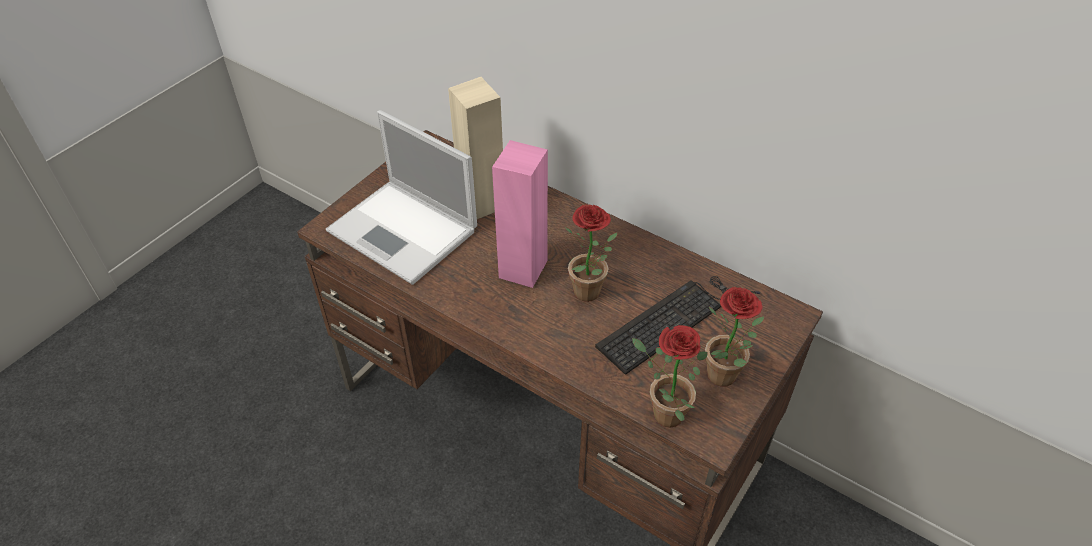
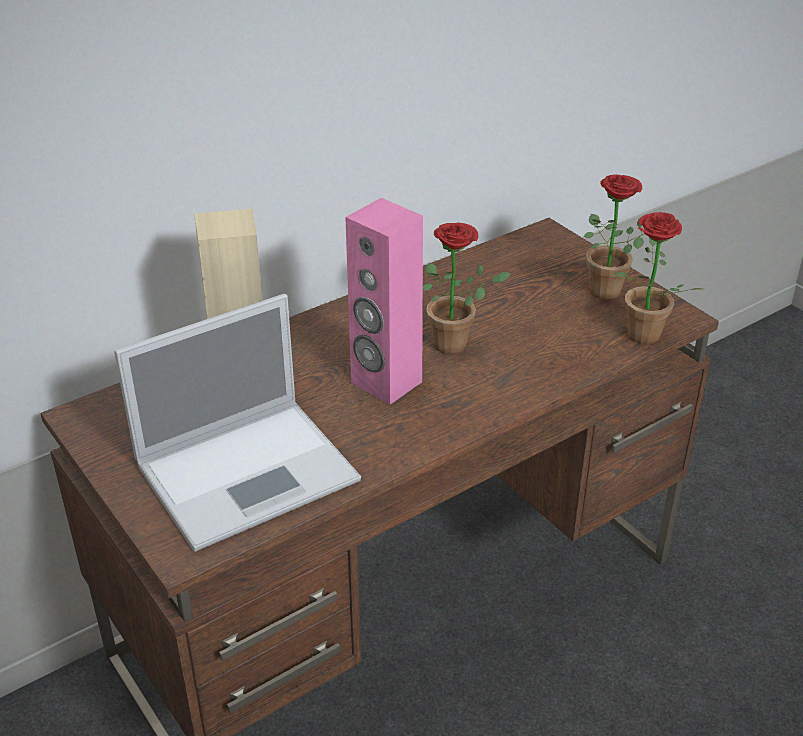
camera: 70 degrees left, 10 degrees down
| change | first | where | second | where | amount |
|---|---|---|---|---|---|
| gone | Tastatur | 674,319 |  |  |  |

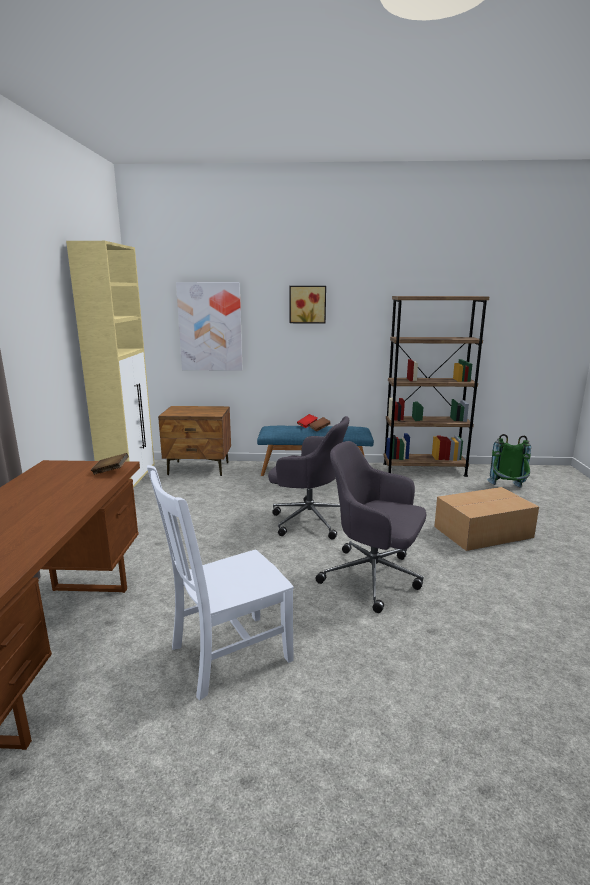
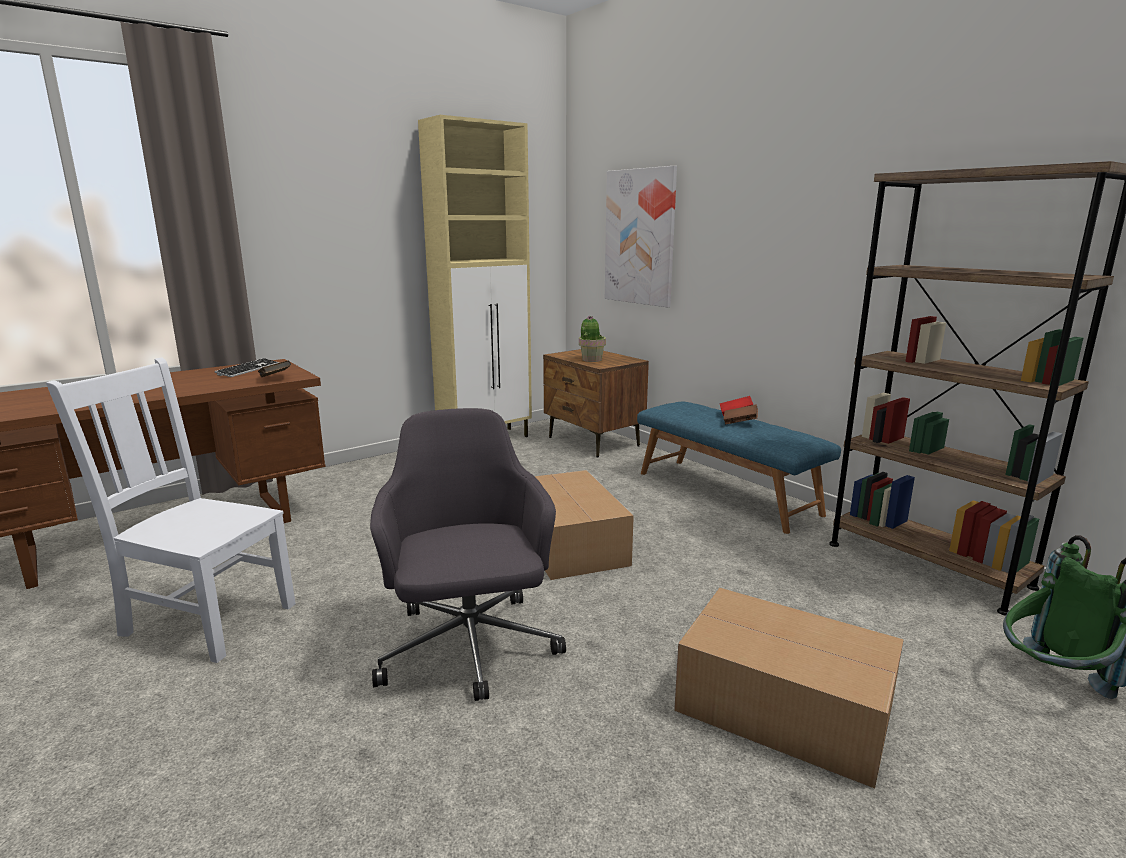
camera: 50 degrees right, 0 degrees up
| change | first | where | second | where | amount |
|---|---|---|---|---|---|
| gone | Bild | 307,304 |  |  |  |
| swapped | Bürostuhl [grau] | 308,519 | Karton | 569,544 |  |
| new |  |  | Topfpflanze | 591,360 |  |
| new |  |  | Tastatur | 248,369 |  |

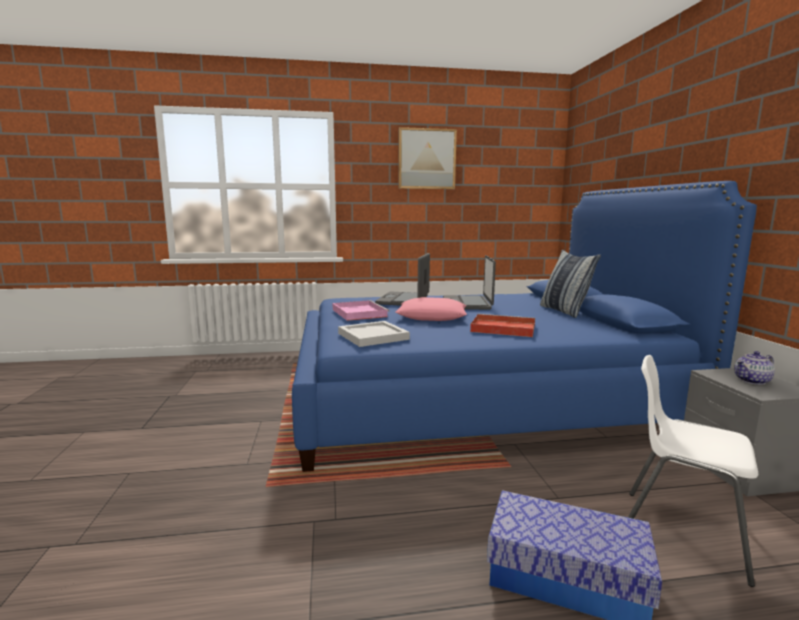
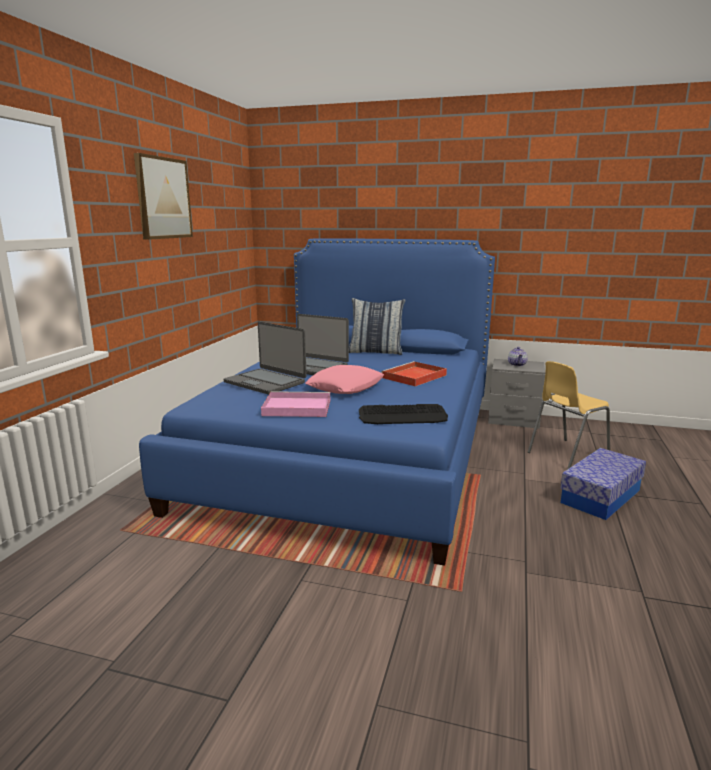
camera: 65 degrees left, 5 degrees up
| change | first | where | second | where | amount |
|---|---|---|---|---|---|
| swapped | Tablett [weiß] | 374,336 | Tastatur | 403,416 |  |
| repainted | Stuhl [weiß] | 681,532 | Stuhl [gelb] | 566,455 |  |

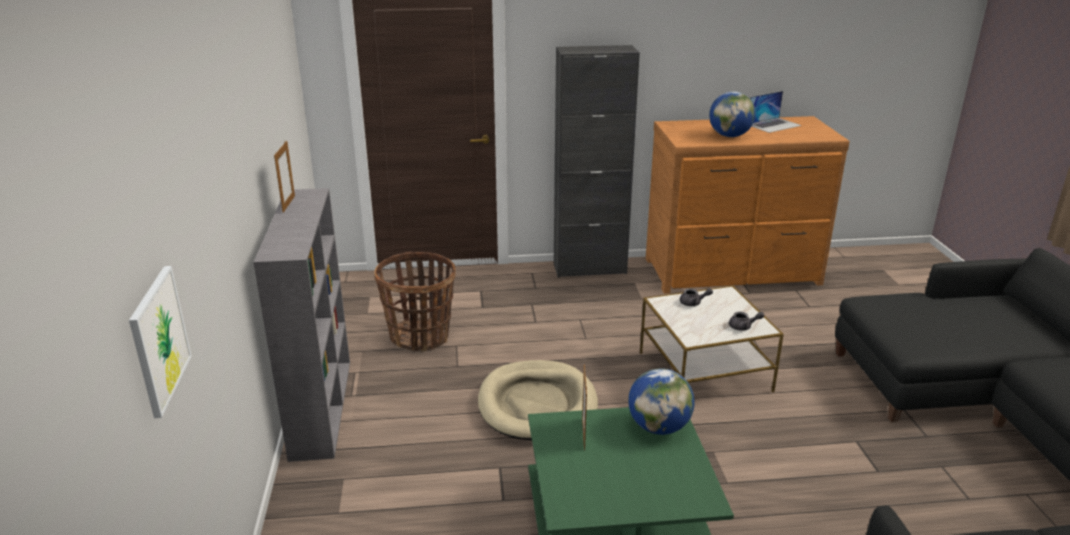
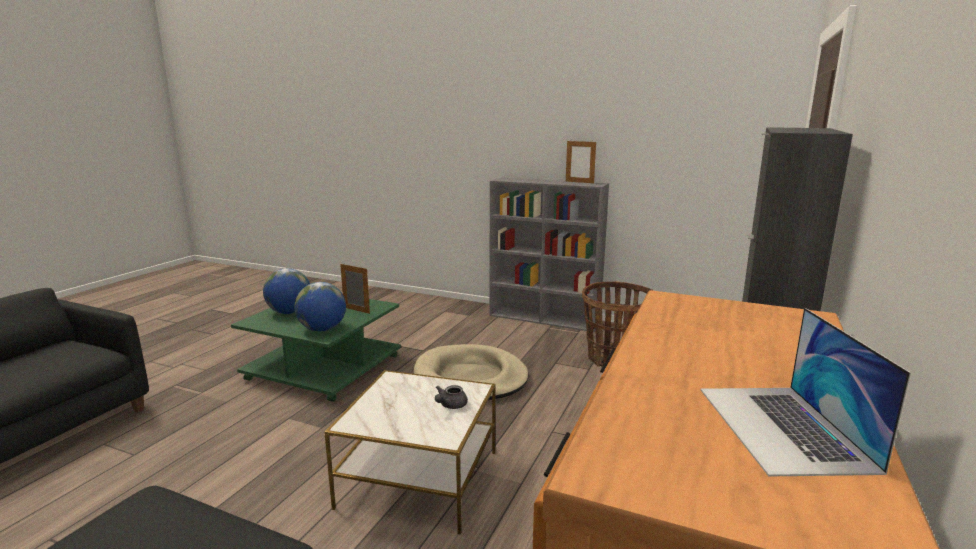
camera: 120 degrees right, 10 degrees down
| change | first | where | second | where | amount |
|---|---|---|---|---|---|
| shifted | Globus | 729,136 |  | 289,312 |  |
| gone | Bild | 159,340 |  |  |  |
| gone | Teekanne [grau] | 743,327 |  |  |  |

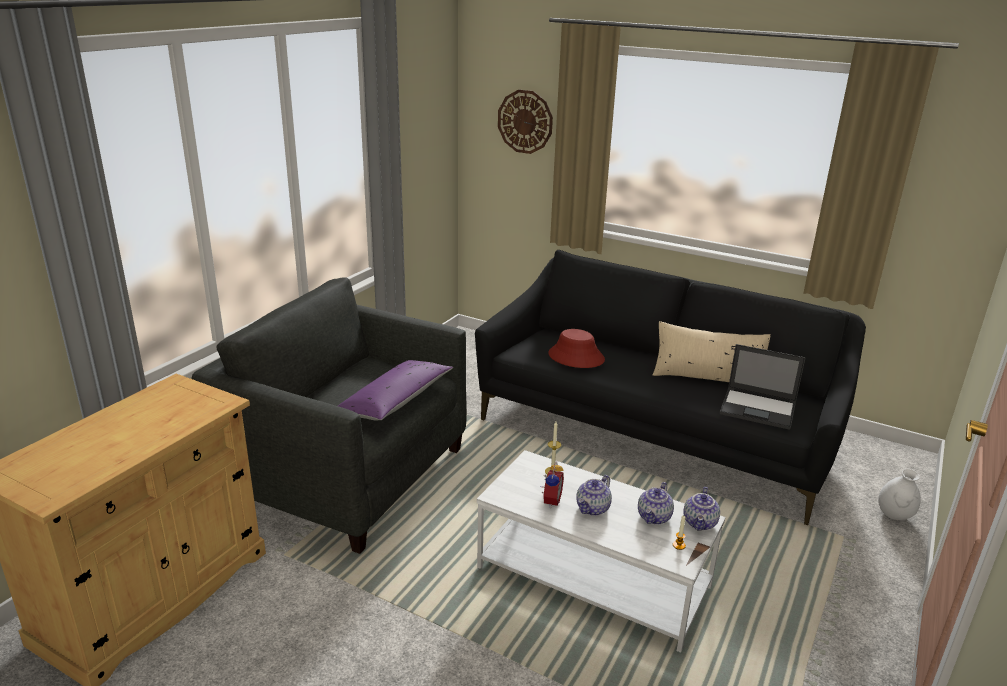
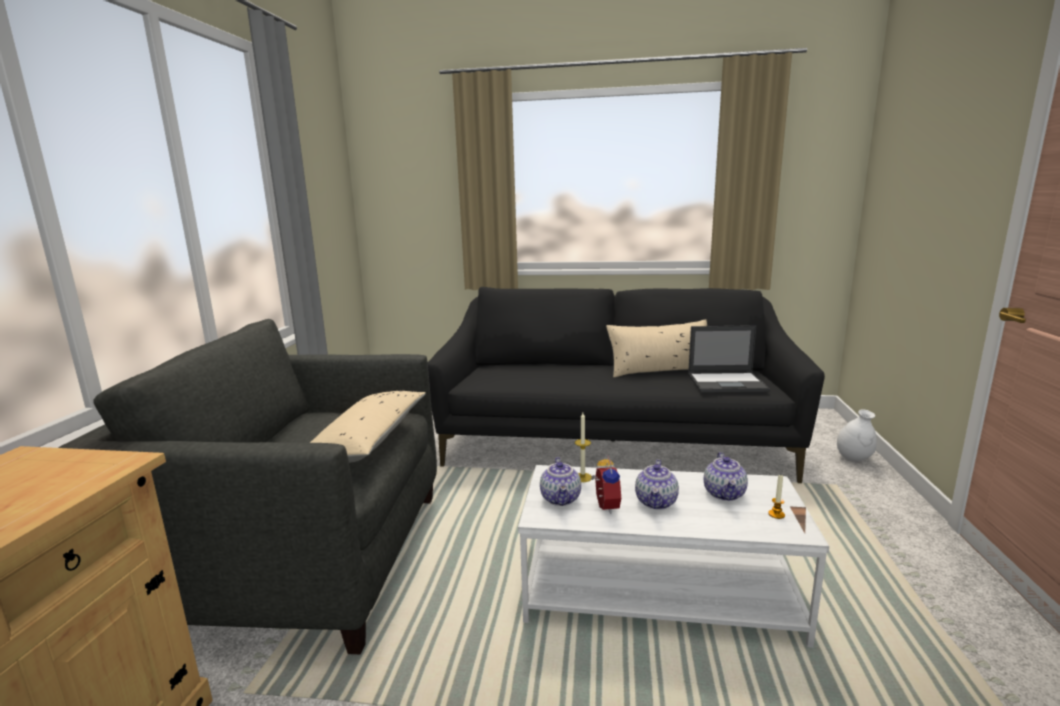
camera: 20 degrees left, 10 degrees down
| change | first | where | second | where | amount |
|---|---|---|---|---|---|
| gone | Wanduhr | 525,121 |  |  |  |
| gone | Hut [rot] | 576,357 |  |  |  |
| repainted | Kissen [lila] | 394,401 | Kissen [beige] | 366,442 |  |
| shifted | Teekanne | 700,523 |  | 561,499 |  |

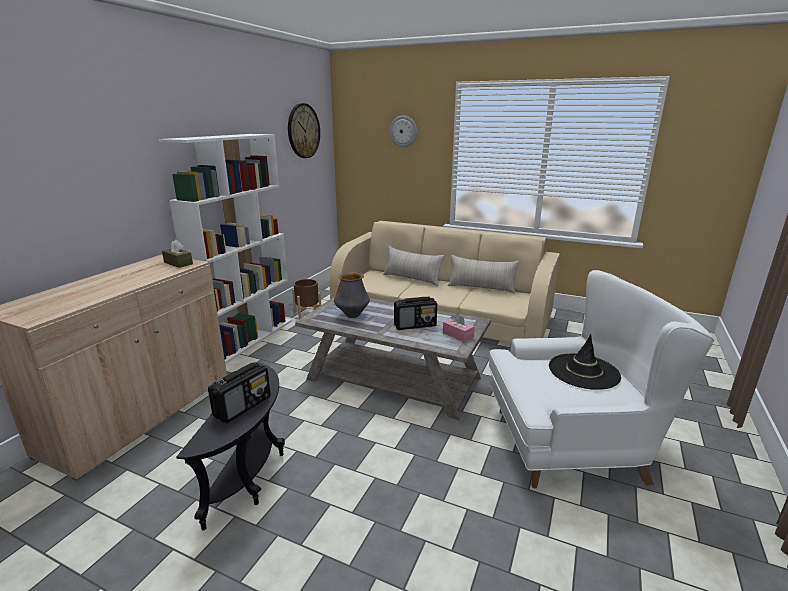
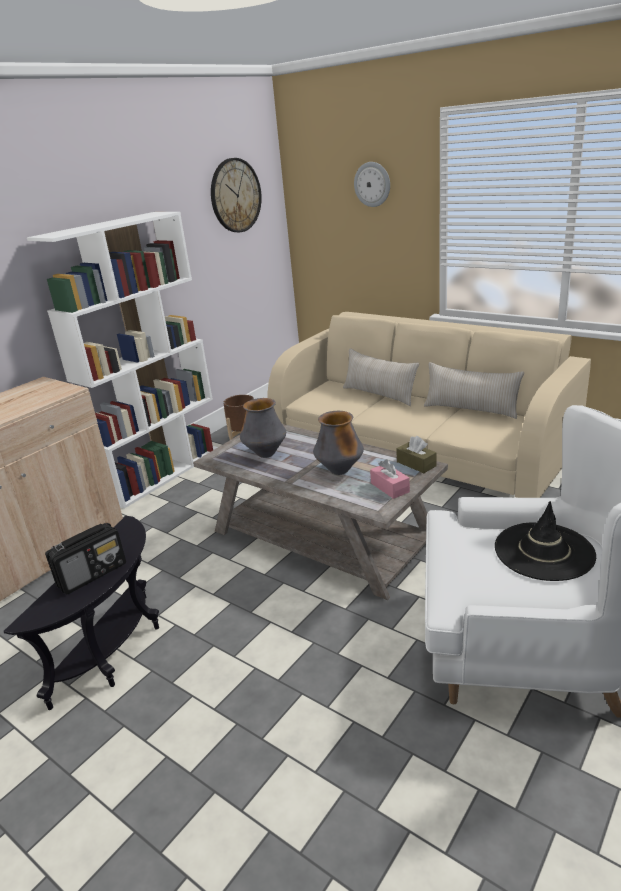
camera: 15 degrees right, 5 degrees up
| change | first | where | second | where | amount |
|---|---|---|---|---|---|
| shifted | Taschentuchbox [braun] | 178,263 |  | 416,464 |  |
| swapped | Radio | 415,325 | Vase | 340,471 |  |

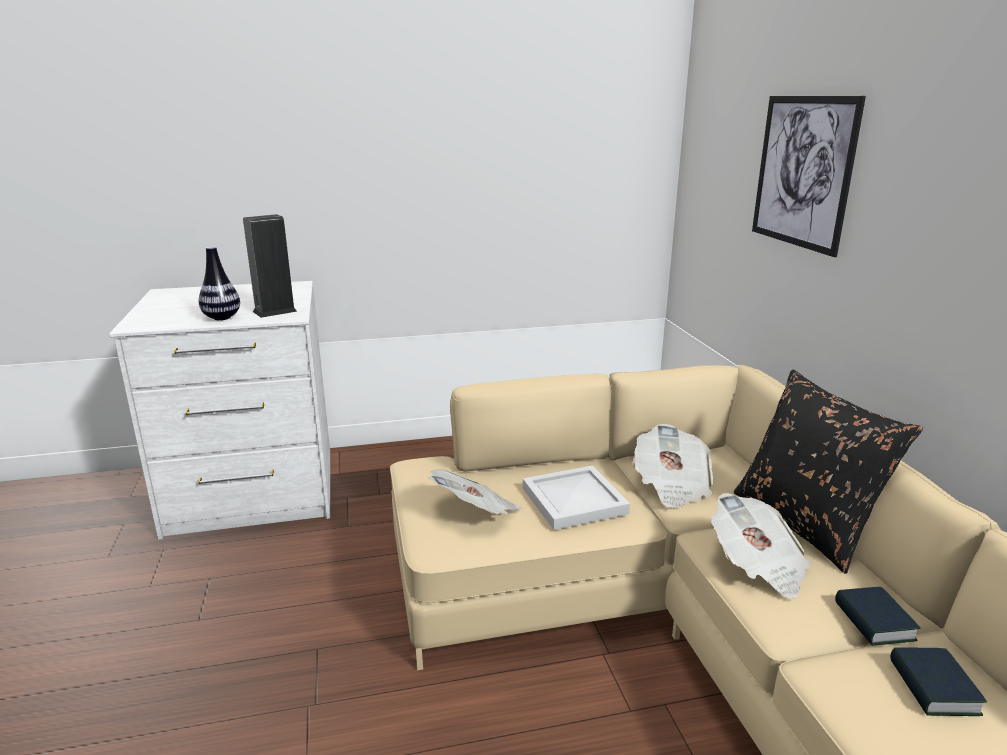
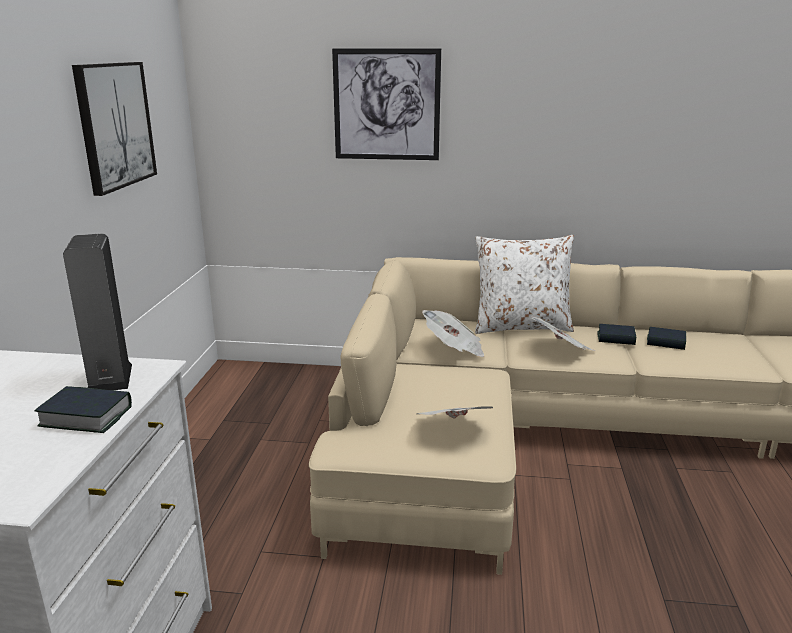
camera: 70 degrees left, 0 degrees up
| change | first | where | second | where | amount |
|---|---|---|---|---|---|
| swapped | Vase | 222,318 | Buch | 86,416 |  |
| repainted | Kissen [schwarz] | 805,524 | Kissen [weiß] | 521,326 |  |
| gone | Tablett [weiß] | 573,501 |  |  |  |
| new |  |  | Bild | 115,125 |  |

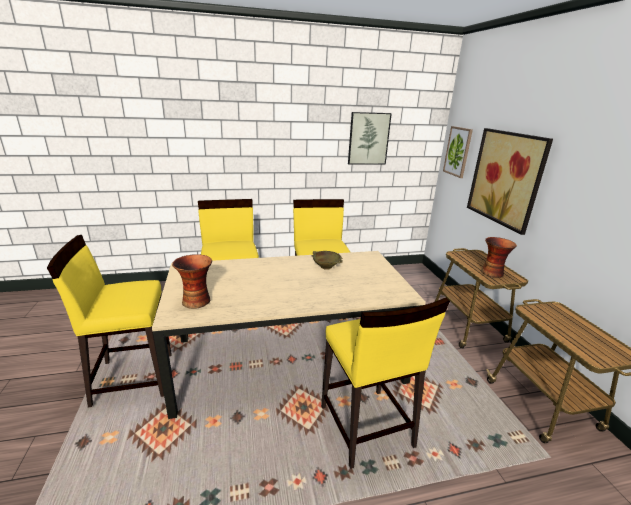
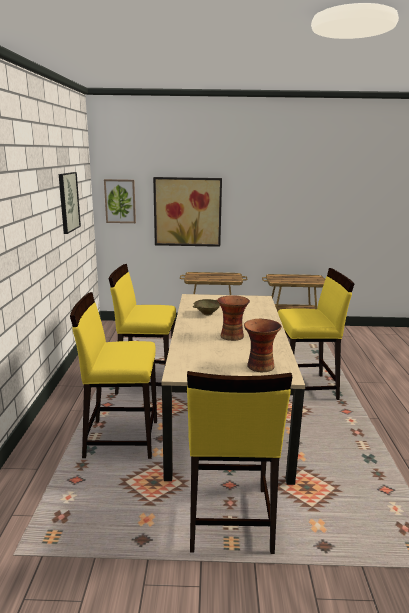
camera: 75 degrees left, 5 degrees down
| change | first | where | second | where | amount |
|---|---|---|---|---|---|
| shifted | Vase | 492,273 |  | 231,336 |  |

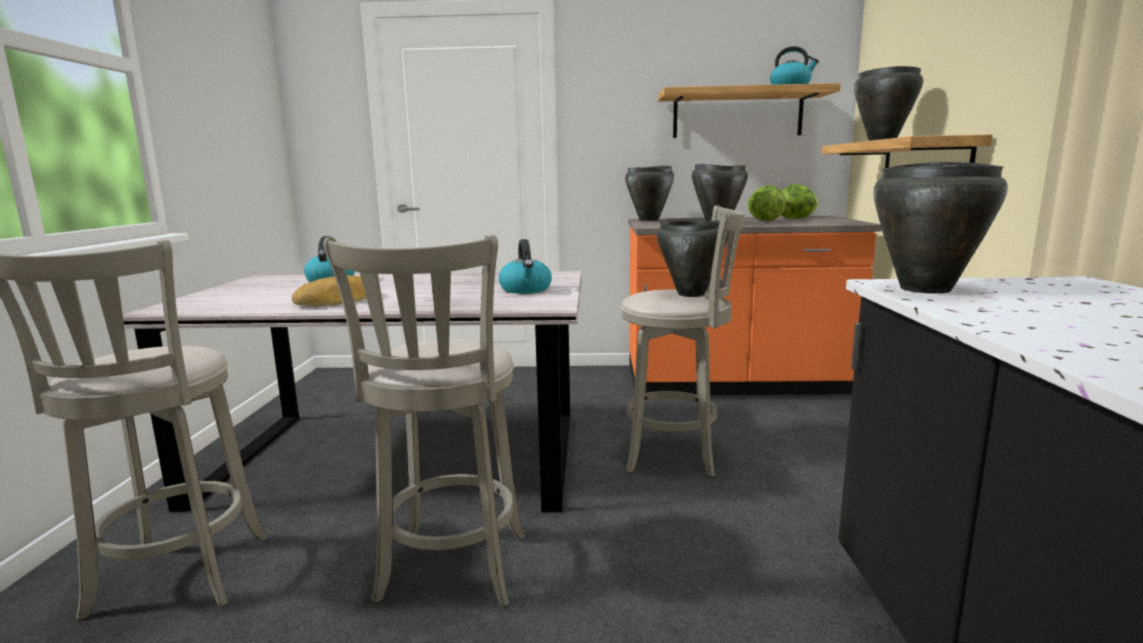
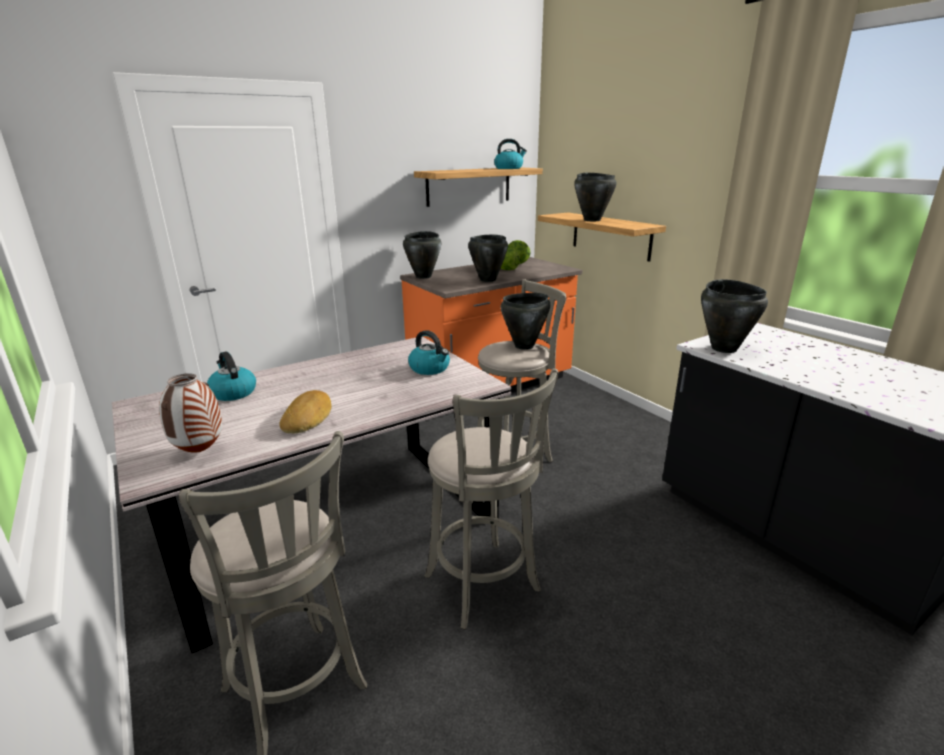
camera: 35 degrees left, 10 degrees up
| change | first | where | second | where | amount |
|---|---|---|---|---|---|
| new |  |  | Vase | 200,452 |  |

